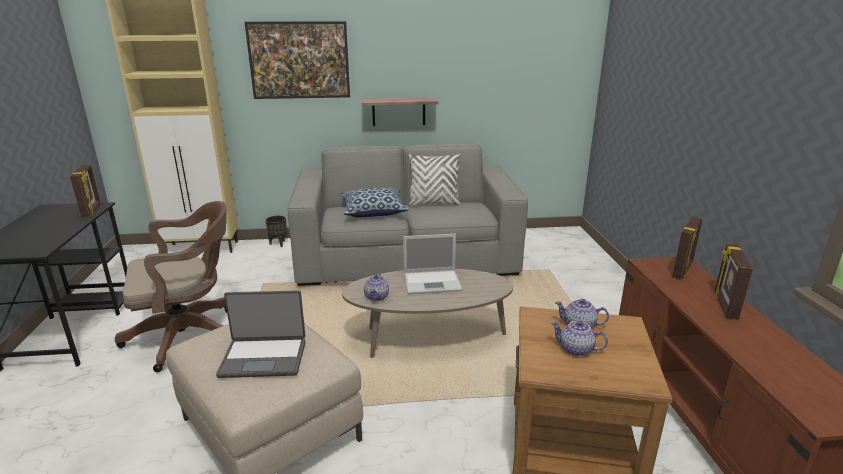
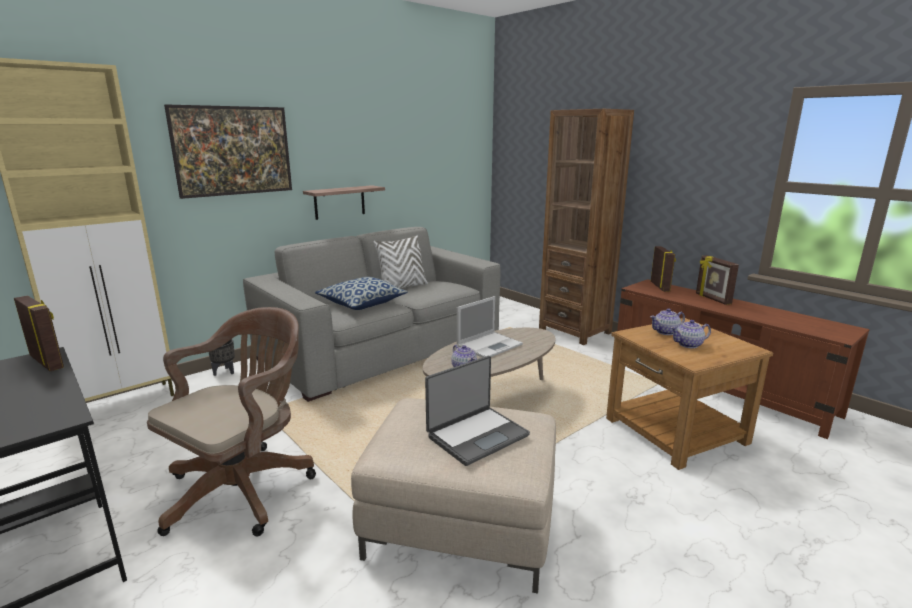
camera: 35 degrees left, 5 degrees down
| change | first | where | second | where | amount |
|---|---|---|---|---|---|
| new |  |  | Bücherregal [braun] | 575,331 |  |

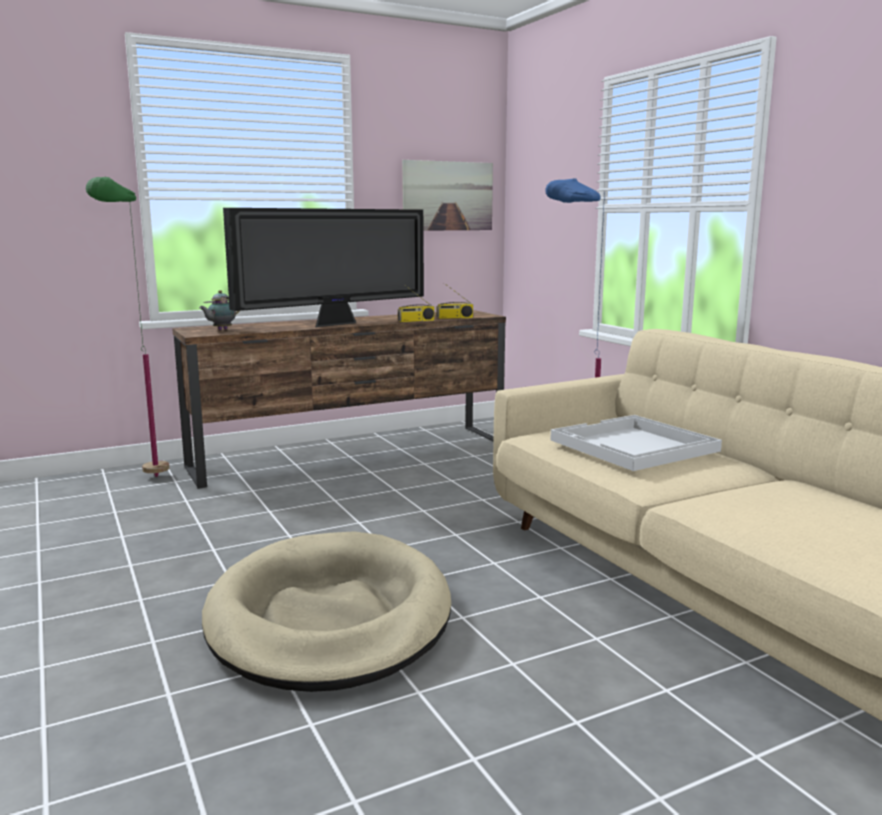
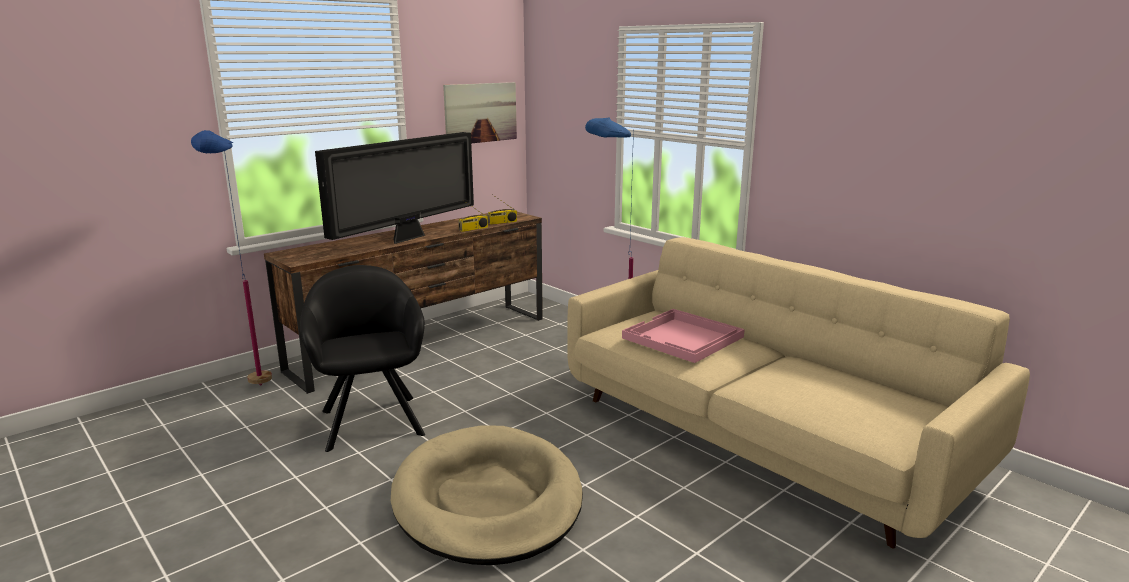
camera: 15 degrees left, 5 degrees up
| change | first | where | second | where | amount |
|---|---|---|---|---|---|
| repainted | Stehlampe [grün] | 144,484 | Stehlampe [blau] | 254,394 |  |
| gone | Teekanne | 221,329 |  |  |  |
| repainted | Tablett [weiß] | 633,446 | Tablett [rosa] | 683,338 |  |
| new |  |  | Sessel [schwarz] | 372,419 |  |

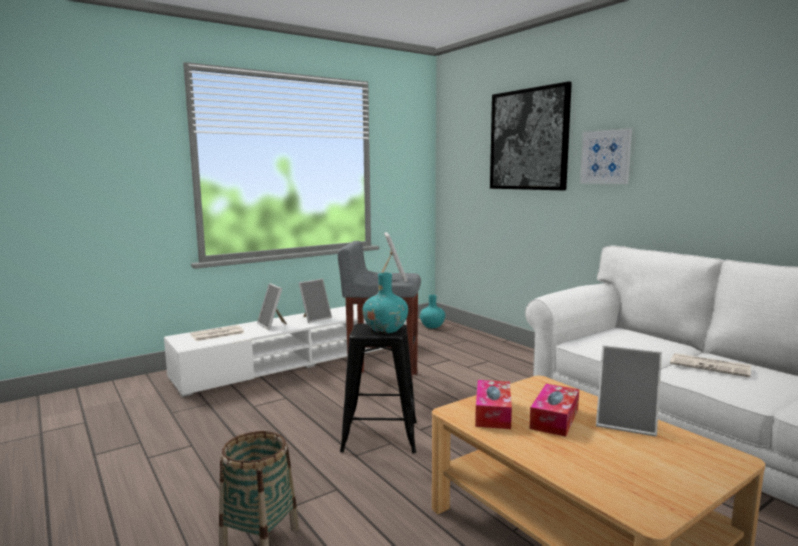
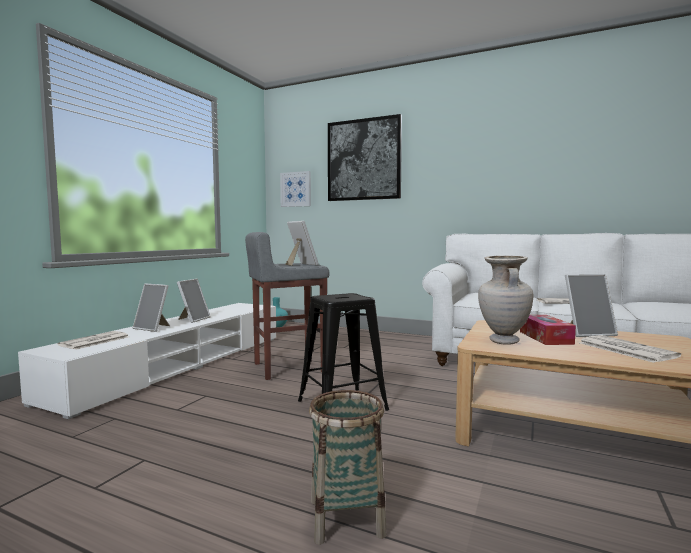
camera: 30 degrees left, 5 degrees down
| change | first | where | second | where | amount |
|---|---|---|---|---|---|
| shifted | Bild | 606,157 |  | 296,189 |  |
| gone | Vase [türkis] | 385,329 |  |  |  |
| swapped | Taschentuchbox | 493,413 | Vase [beige] | 503,341 |  |
| new |  |  | Zeitung | 624,349 |  |

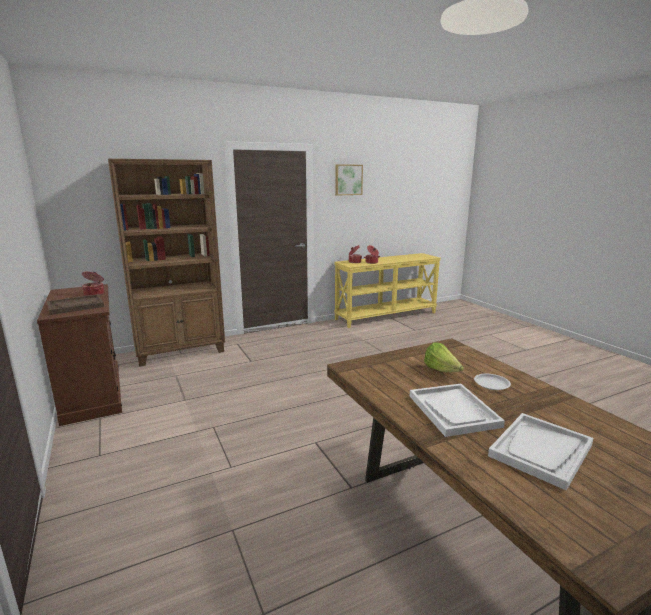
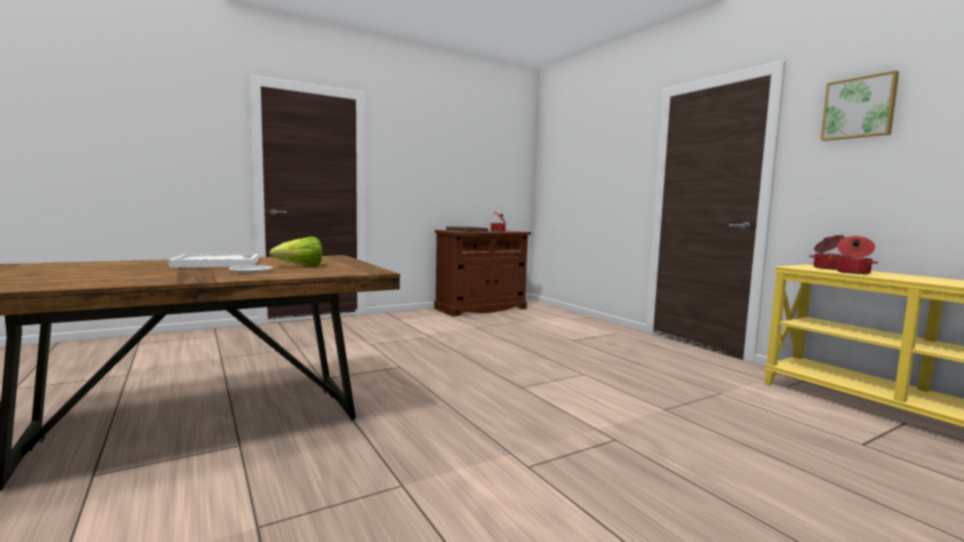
camera: 85 degrees right, 10 degrees down
| change | first | where | second | where | amount |
|---|---|---|---|---|---|
| gone | Bücherregal [braun] | 181,352 |  |  |  |
| gone | Tablett [weiß] | 541,451 |  |  |  |

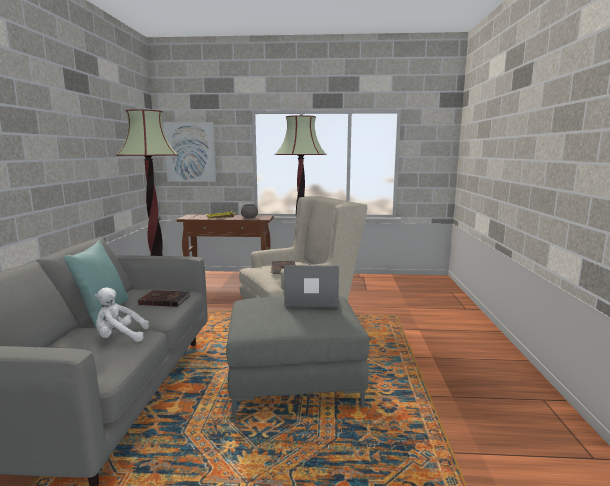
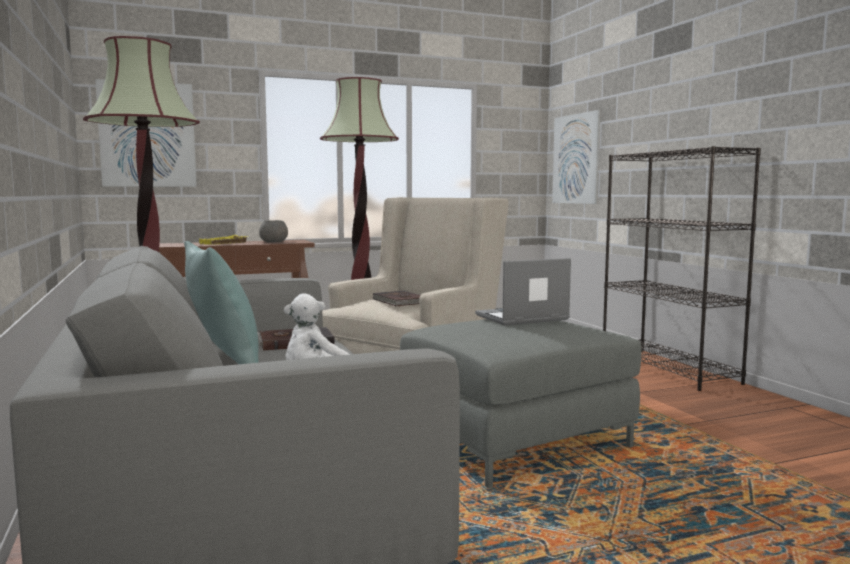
camera: 25 degrees left, 5 degrees down
| change | first | where | second | where | amount |
|---|---|---|---|---|---|
| new |  |  | Bild | 576,159 |  |
| new |  |  | Bücherregal [schwarz] | 668,368 |  |

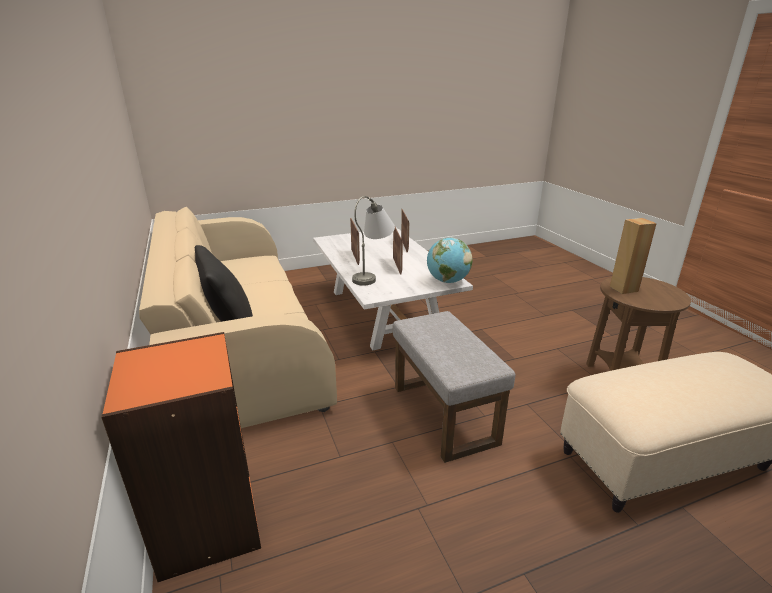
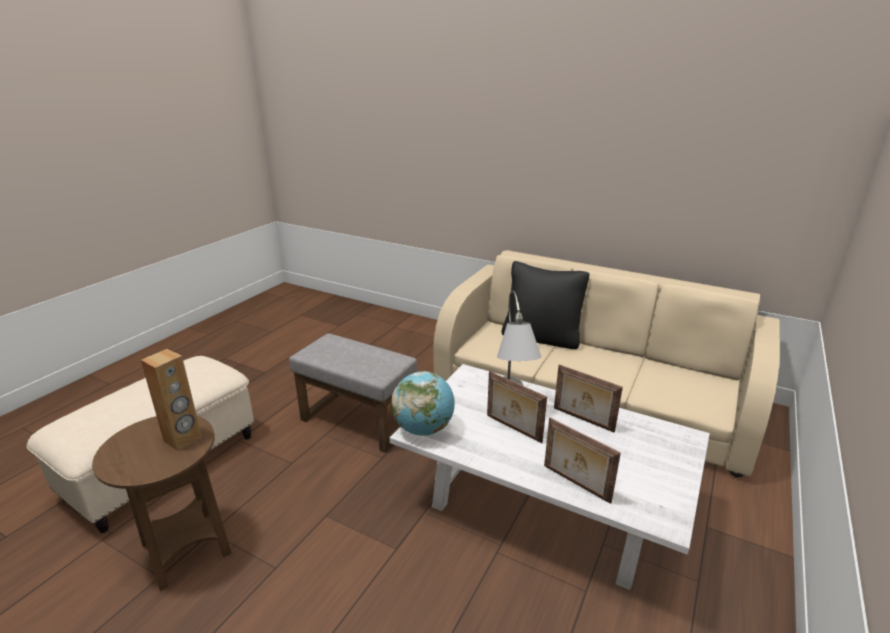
camera: 140 degrees right, 0 degrees up
| change | first | where | second | where | amount |
|---|---|---|---|---|---|
| gone | Bücherregal [orange] | 207,524 |  |  |  |

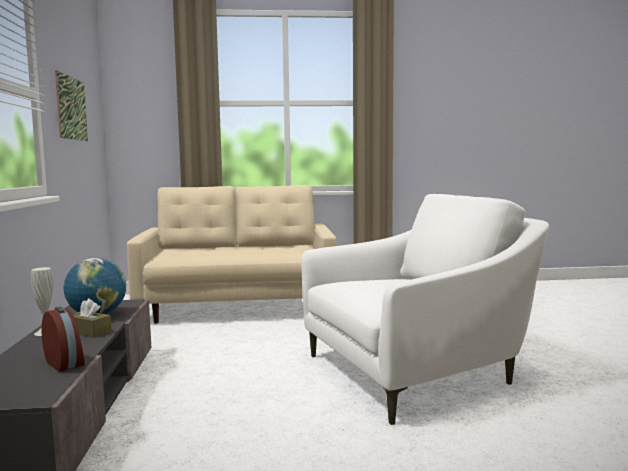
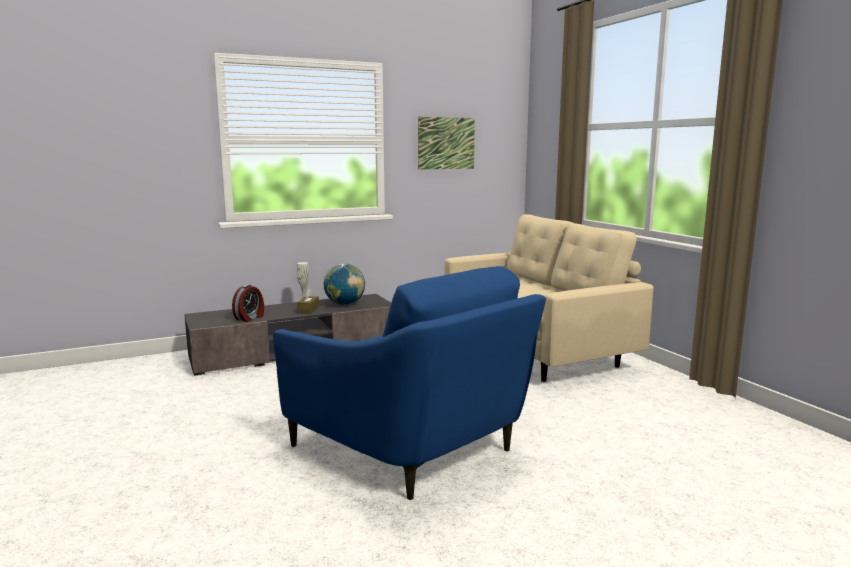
camera: 70 degrees right, 5 degrees up
| change | first | where | second | where | amount |
|---|---|---|---|---|---|
| repainted | Sessel [weiß] | 417,372 | Sessel [blau] | 414,447 |  |

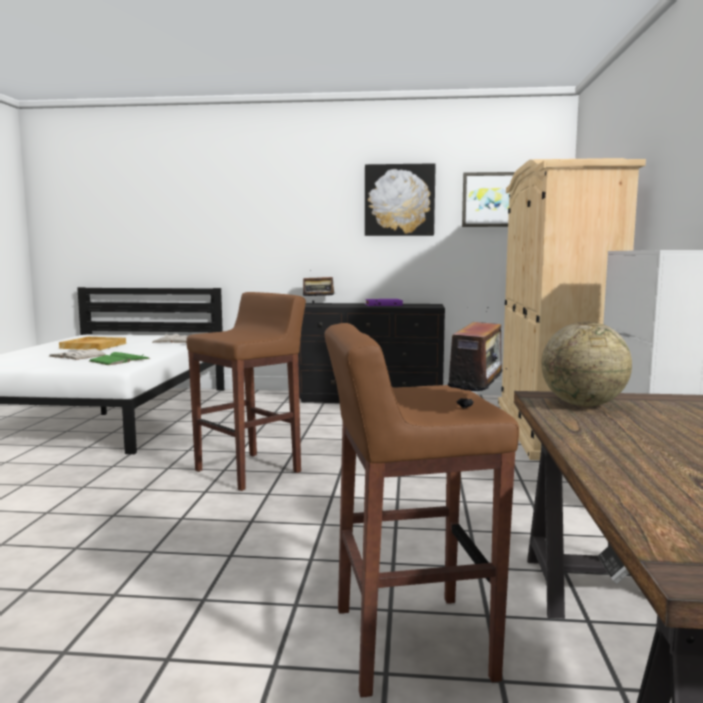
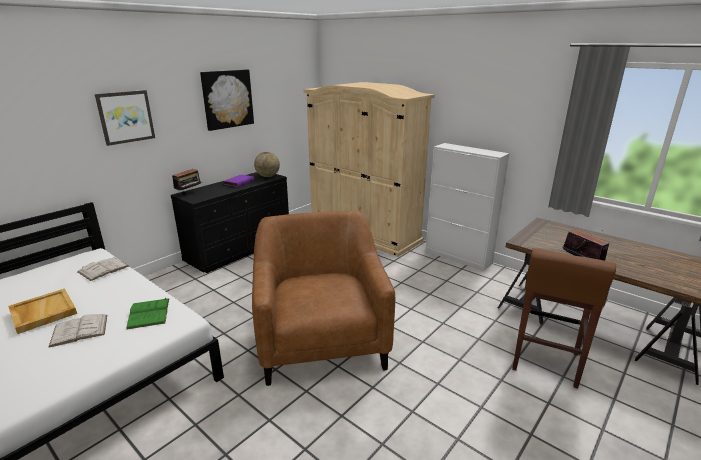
camera: 55 degrees left, 15 degrees up
| change | first | where | second | where | amount |
|---|---|---|---|---|---|
| shifted | Bild | 489,199 |  | 126,117 |  |
| swapped | Hocker [braun] | 249,471 | Sessel [braun] | 321,338 |  |
| shifted | Globus | 583,405 |  | 268,176 |  |

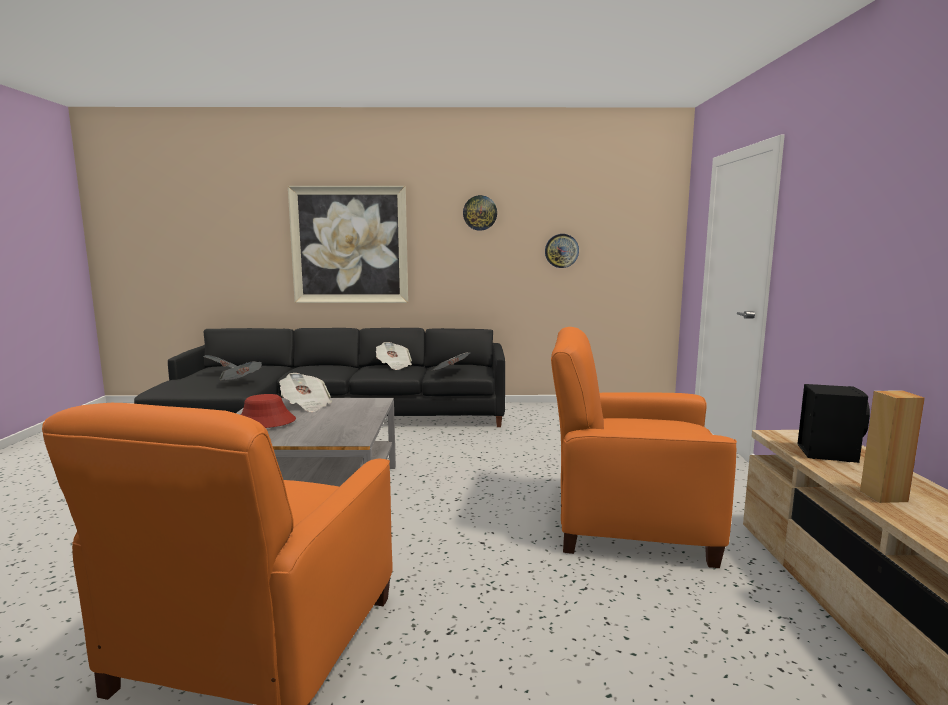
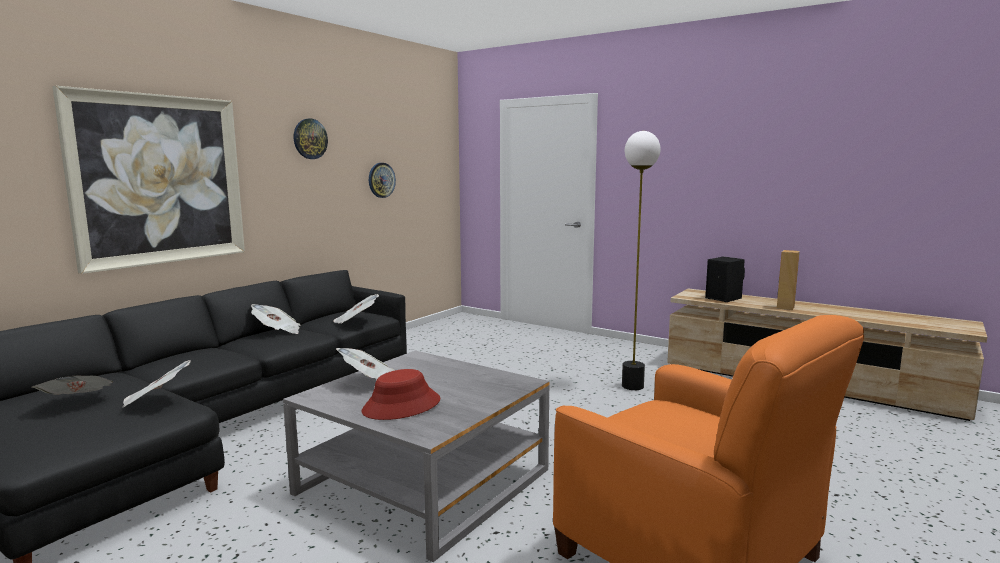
camera: 55 degrees left, 0 degrees up
| change | first | where | second | where | amount |
|---|---|---|---|---|---|
| swapped | Sessel [orange] | 630,523 | Stehlampe | 632,386 |  |

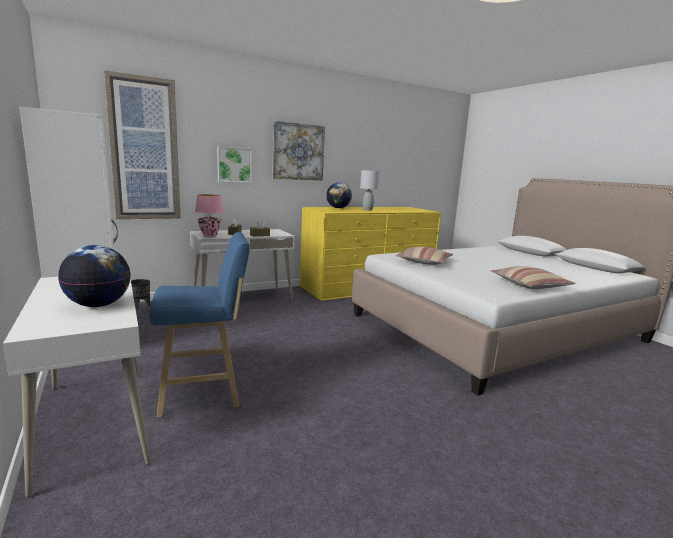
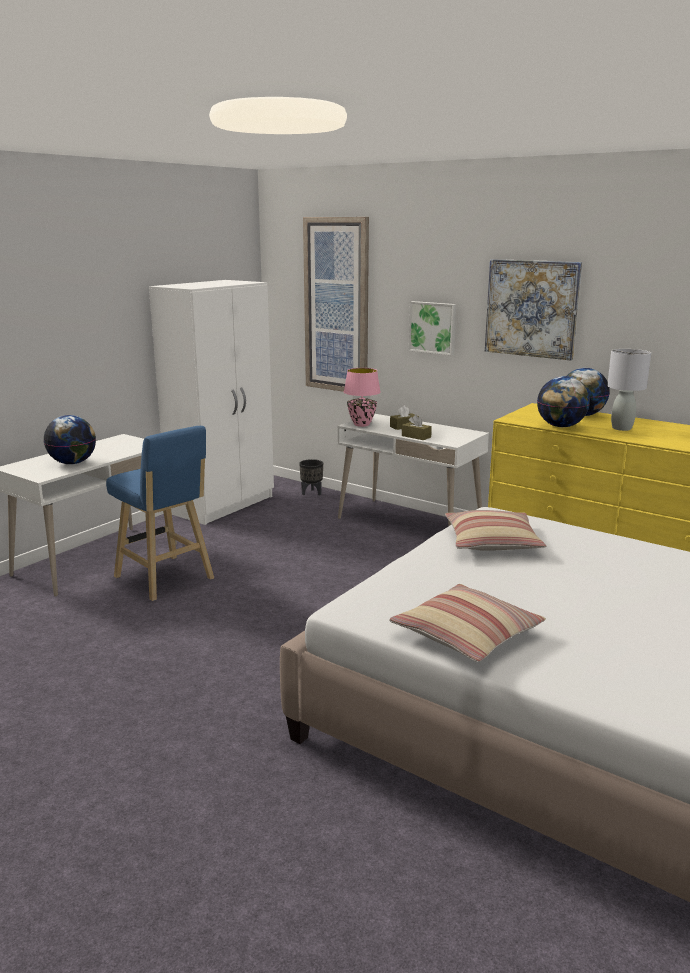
camera: 65 degrees right, 5 degrees up
| change | first | where | second | where | amount |
|---|---|---|---|---|---|
| new |  |  | Globus | 560,426 |  |

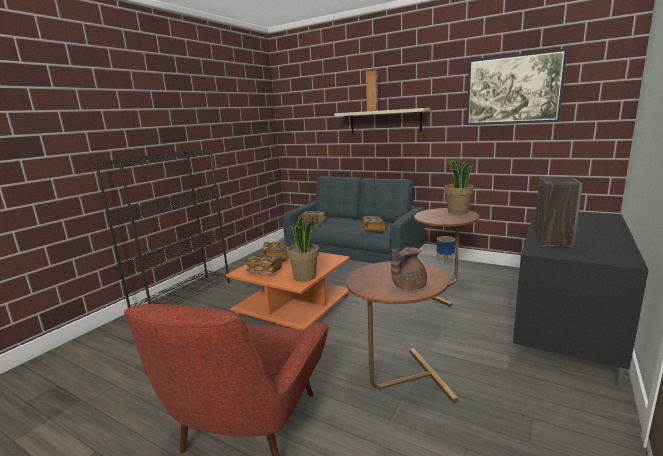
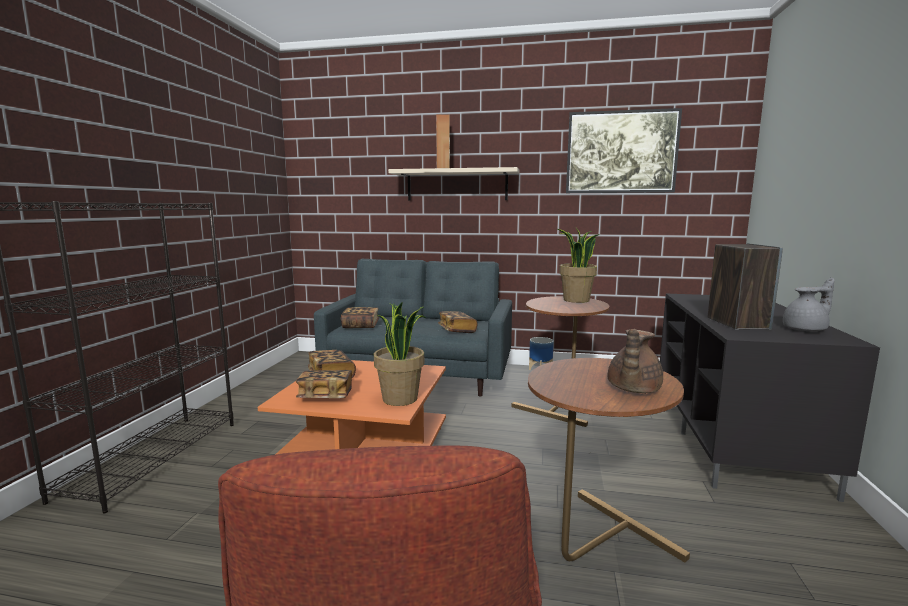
camera: 20 degrees left, 5 degrees down
| change | first | where | second | where | amount |
|---|---|---|---|---|---|
| new |  |  | Teekanne [grau] | 806,329 |  |

